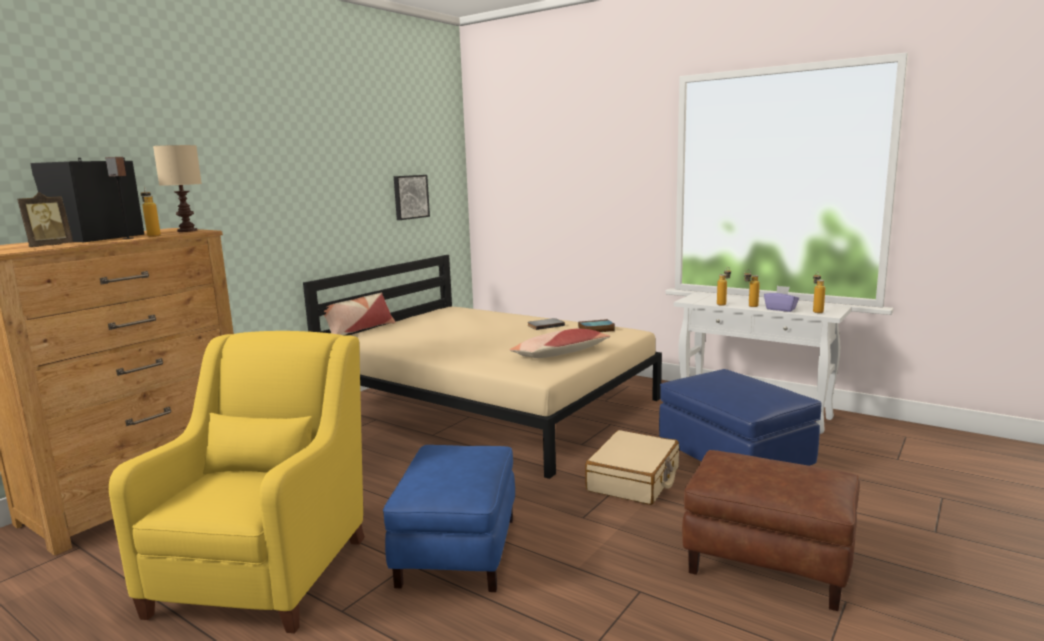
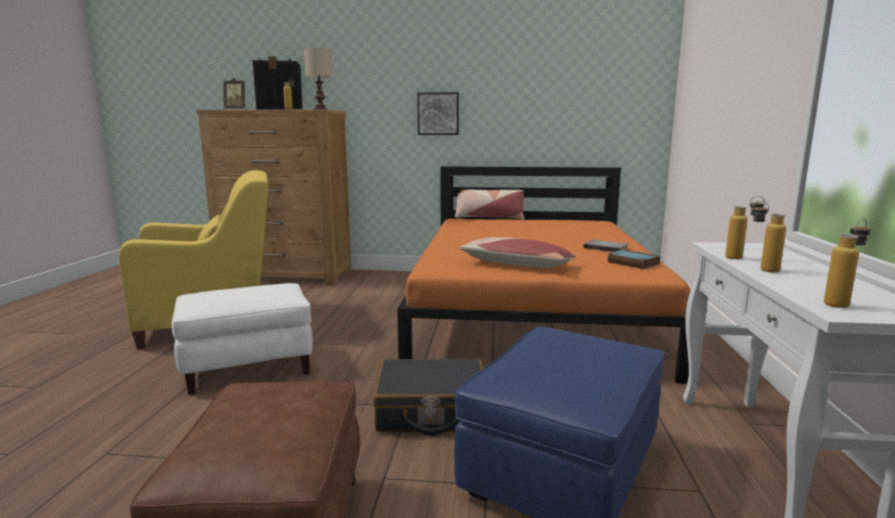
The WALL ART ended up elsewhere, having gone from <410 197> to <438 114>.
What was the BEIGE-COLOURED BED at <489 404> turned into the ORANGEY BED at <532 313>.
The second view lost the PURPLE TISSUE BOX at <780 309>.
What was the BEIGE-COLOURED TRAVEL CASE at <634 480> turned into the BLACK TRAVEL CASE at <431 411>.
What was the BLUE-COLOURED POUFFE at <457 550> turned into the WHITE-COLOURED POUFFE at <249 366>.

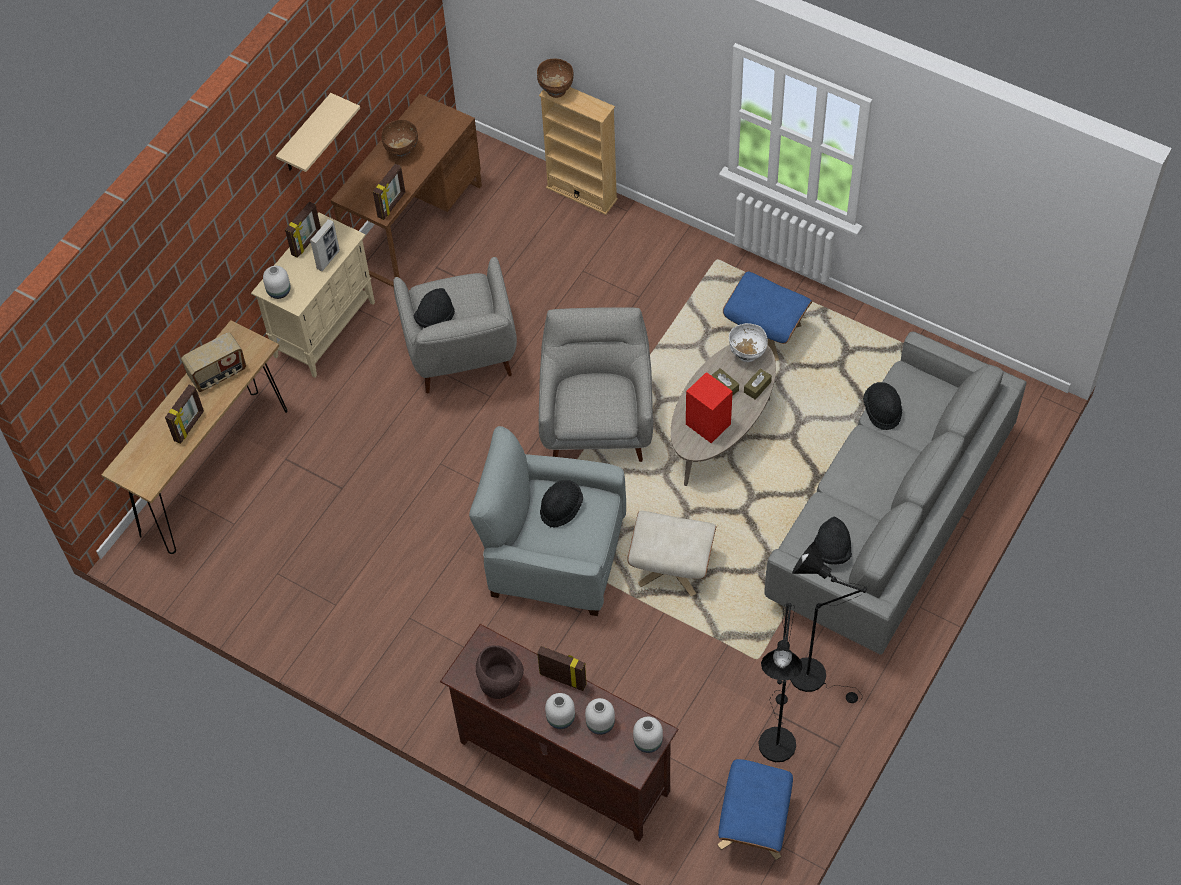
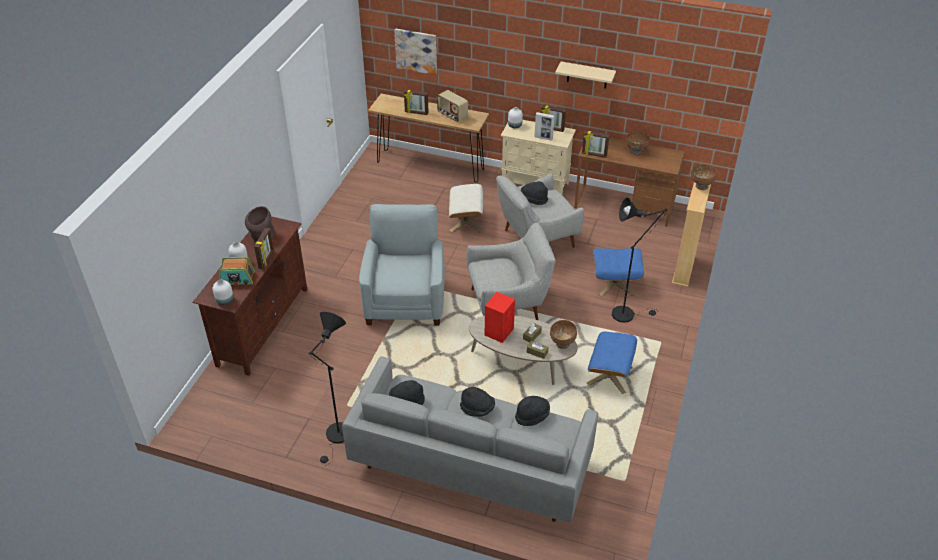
What was the WHITE-COLOURED DEEP DISH at <747 355> turned into the BROWNISH DEEP DISH at <562 343>.
The BLACK HAT ended up elsewhere, having gone from <561 508> to <477 409>.
The BEIGE-COLOURED POUFFE ended up elsewhere, having gone from <672 566> to <466 222>.
The BLACK STANDING LAMP ended up elsewhere, having gone from <776 737> to <627 313>.
Where the WHITE-COLOURED DECORATIVE VASE stood at <600 723>, the RADIO SET came to stand at <237 279>.
The BLUE-COLOURED POUFFE ended up elsewhere, having gone from <753 824> to <615 283>.
The second view gained the WALL ART at <416 51>.

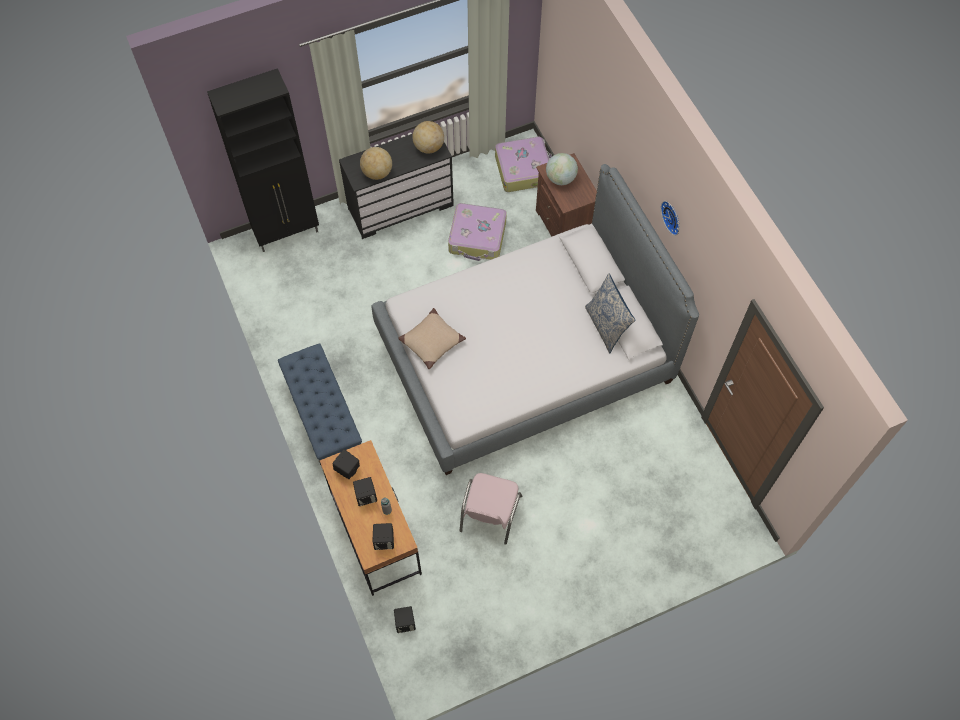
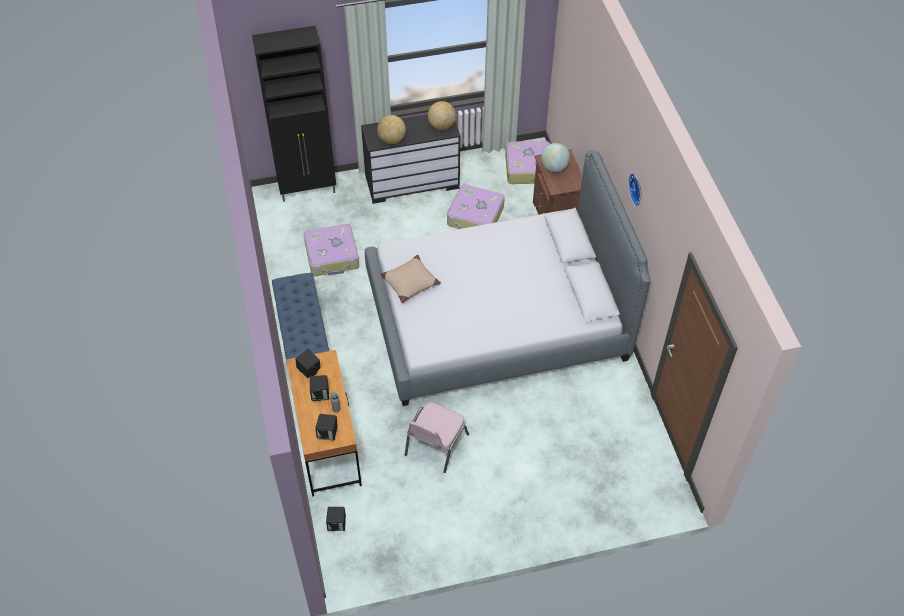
The second view lost the THROW PILLOW at <606 326>.
The second view gained the TRAVEL CASE at <332 256>.

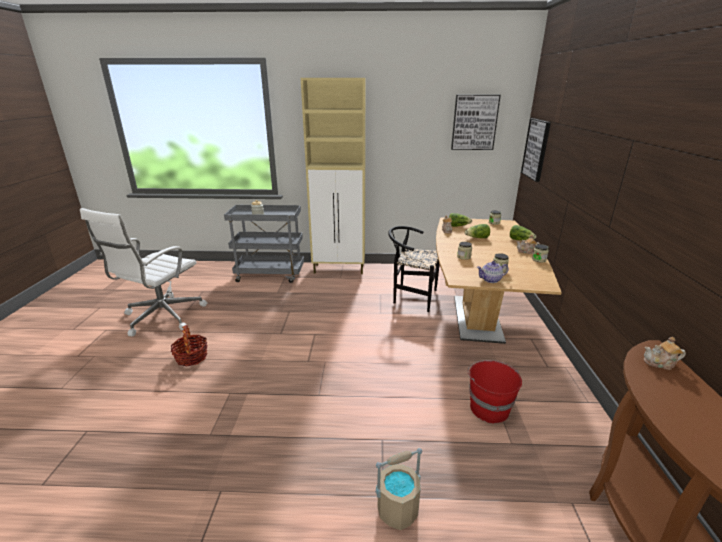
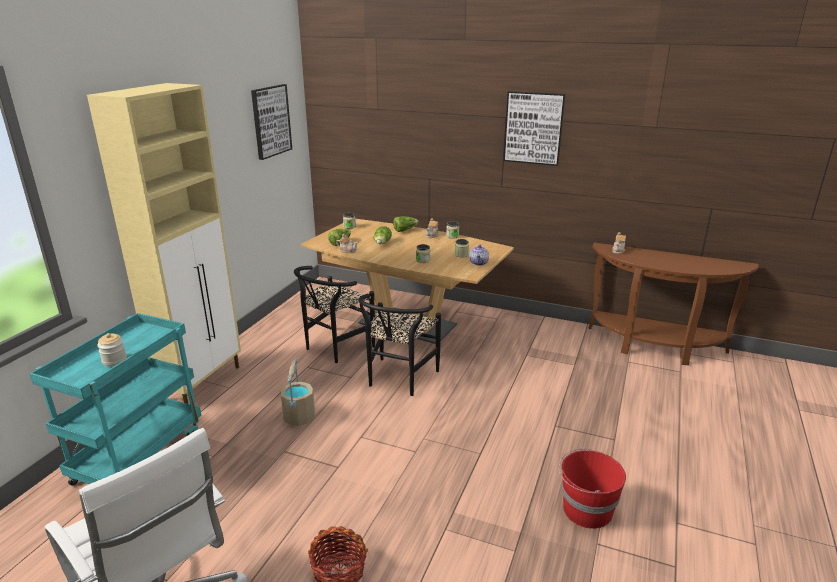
The WALL ART ended up elsewhere, having gone from <536 149> to <533 128>.
What was the GRAY TROLLEY at <271 275> turned into the TURQUOISE-COLOURED TROLLEY at <139 455>.
The RED WATER BUCKET ended up elsewhere, having gone from <488 408> to <585 510>.
The BEIGE-COLOURED WATER BUCKET ended up elsewhere, having gone from <398 509> to <299 417>.
The second view gained the BLACK UPRIGHT CHAIR at <398 380>.

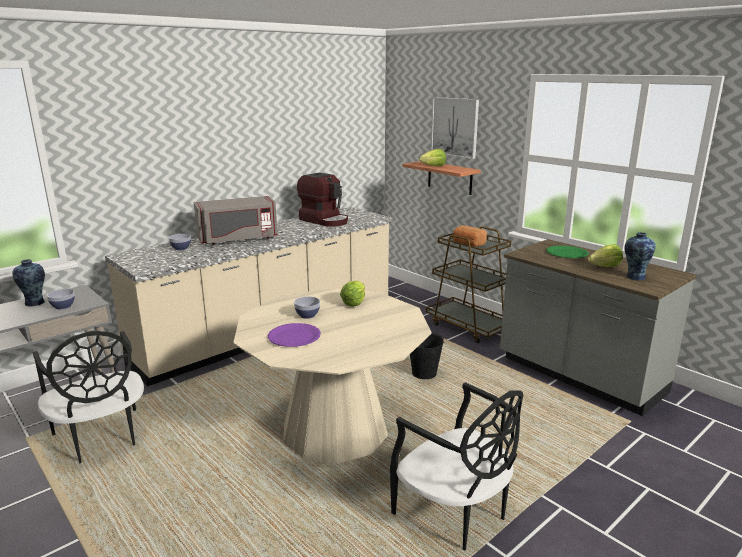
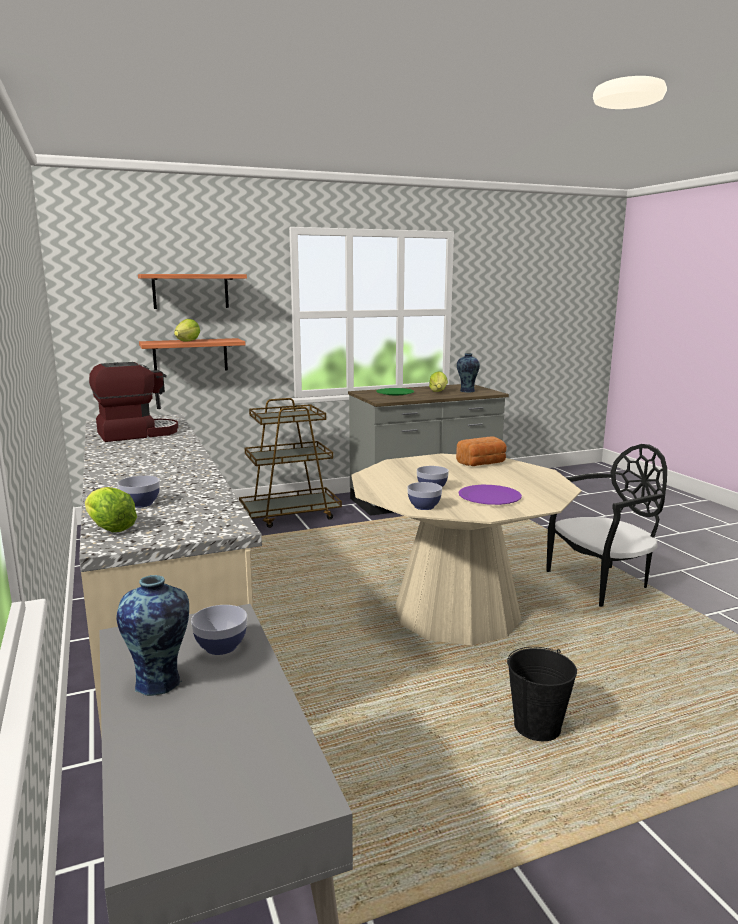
Where the WALL ART hung at <455 127>, the SHELF came to hang at <190 291>.
The second view lost the GRAY MICROWAVE OVEN at <238 239>.
The BAKED BREAD ended up elsewhere, having gone from <467 244> to <482 463>.
The LETTUCE ended up elsewhere, having gone from <354 303> to <109 528>.
The second view lost the BLACK UPRIGHT CHAIR at <101 438>.
The BLACK WATER BUCKET ended up elsewhere, having gone from <424 374> to <537 727>.
The second view gained the DEEP DISH at <424 506>.

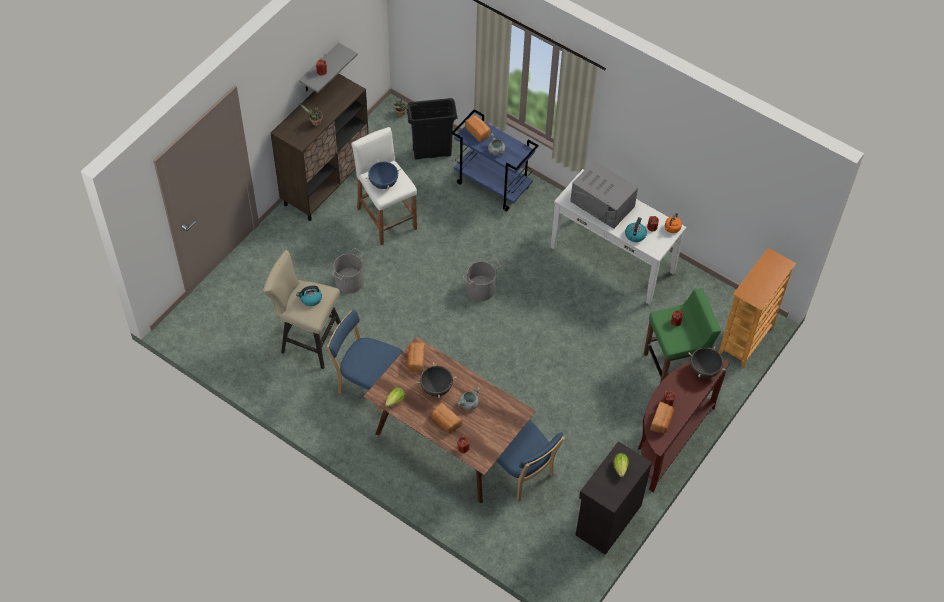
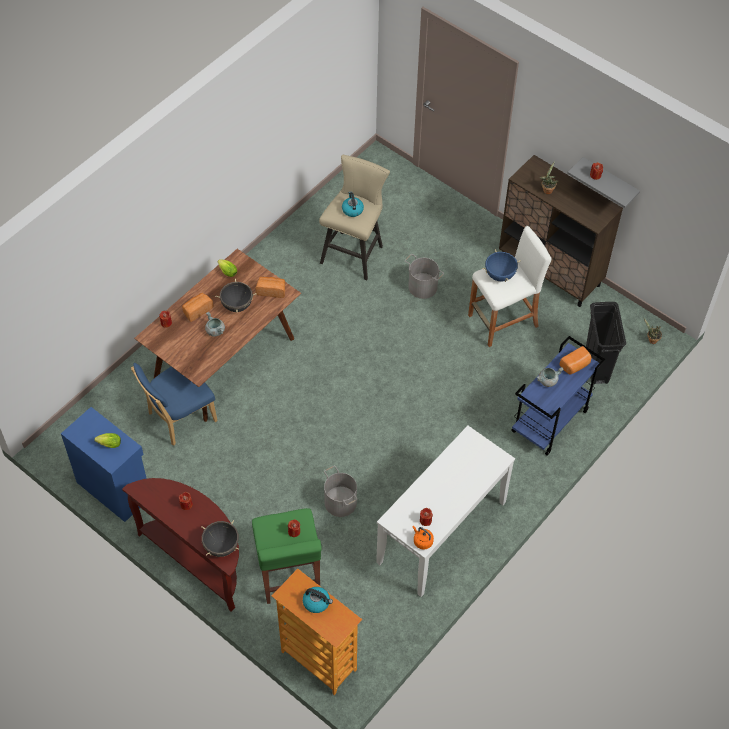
The second view lost the GRAY MICROWAVE OVEN at <602 204>.
The KETTLE ended up elsewhere, having gone from <635 234> to <317 602>.
The GRAY WATER BUCKET ended up elsewhere, having gone from <481 289> to <340 502>.
The second view lost the BLUE-COLOURED UPRIGHT CHAIR at <367 384>.
The second view lost the BAKED BREAD at <661 422>.
What was the BLACK STORAGE CABINET at <607 520> turned into the BLUE-COLOURED STORAGE CABINET at <114 488>.

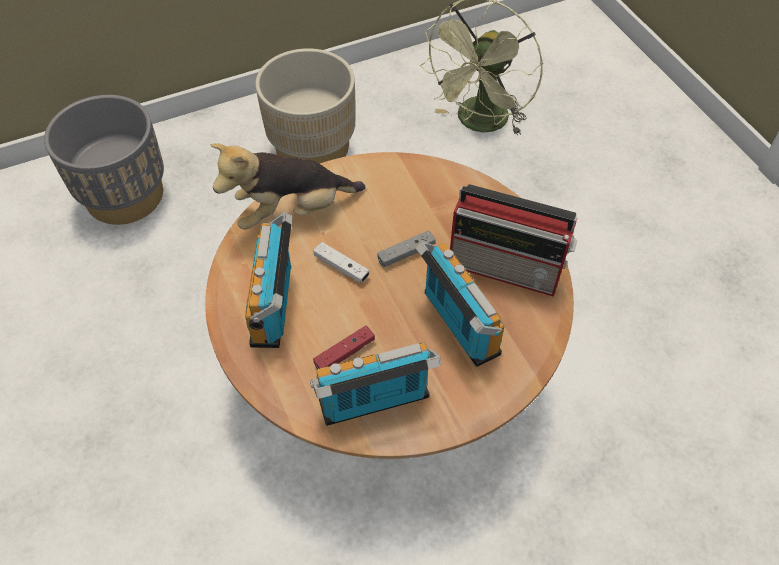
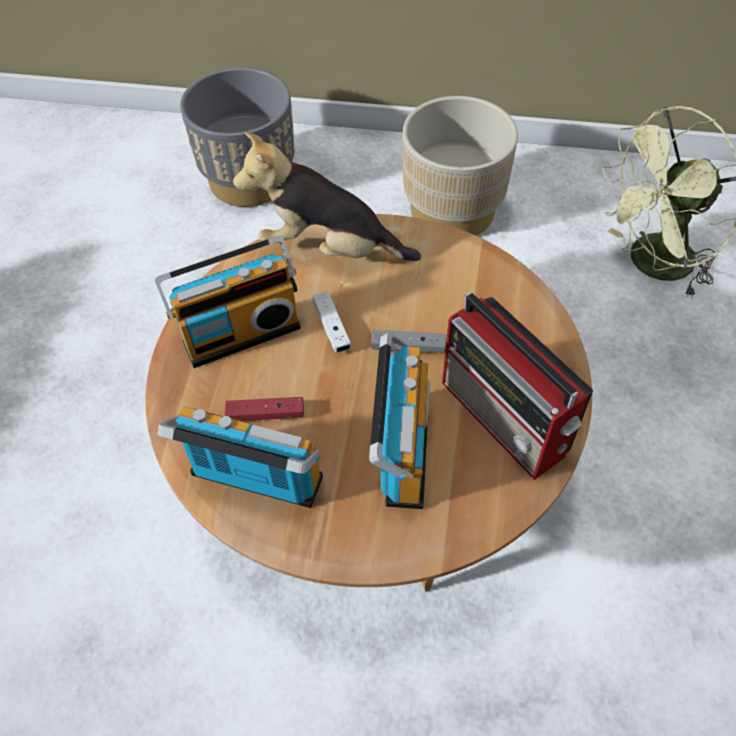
The RADIO SET at <275 305> ended up facing another way, 150 degrees counterclockwise from before.

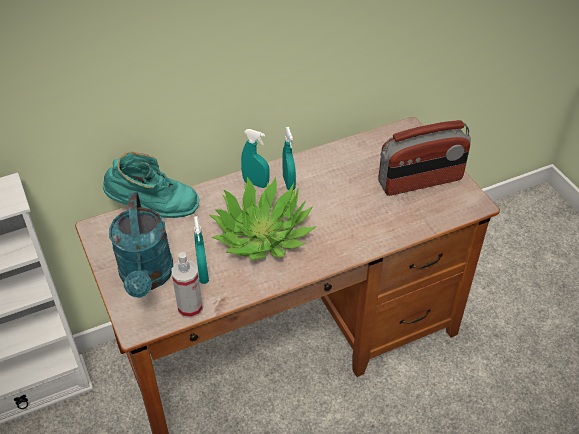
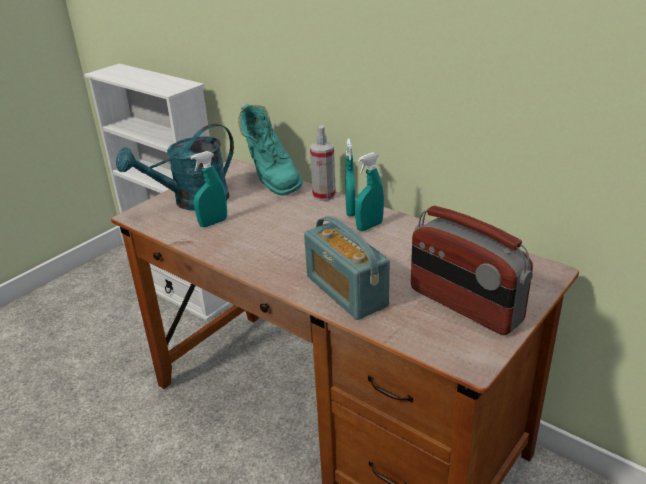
The second view lost the POTTED PLANT at <262 235>.
The SPRAY BOTTLE ended up elsewhere, having gone from <190 308> to <324 195>.
The second view gained the RADIO SET at <346 291>.

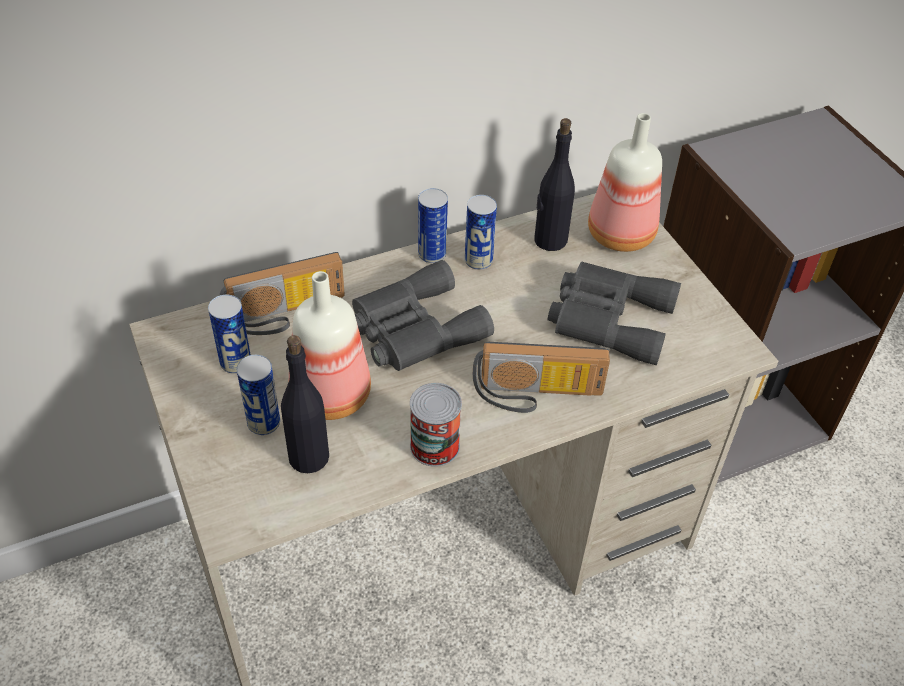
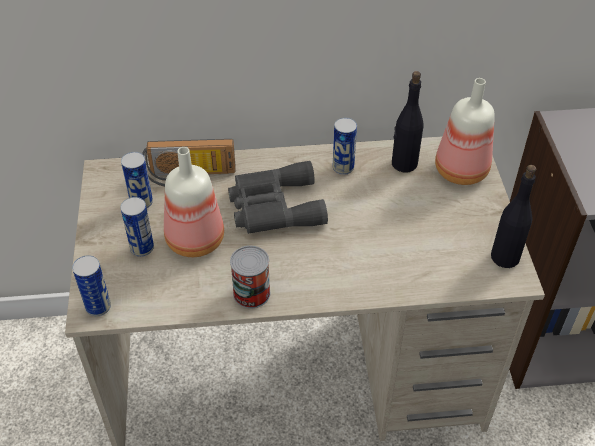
The METAL CAN ended up elsewhere, having gone from <432 254> to <98 307>.
The second view lost the GRAY FIELD GLASSES at <607 318>.
The BLACK BOTTLE ended up elsewhere, having gone from <309 456> to <505 257>.
The second view lost the RADIO SET at <537 396>.

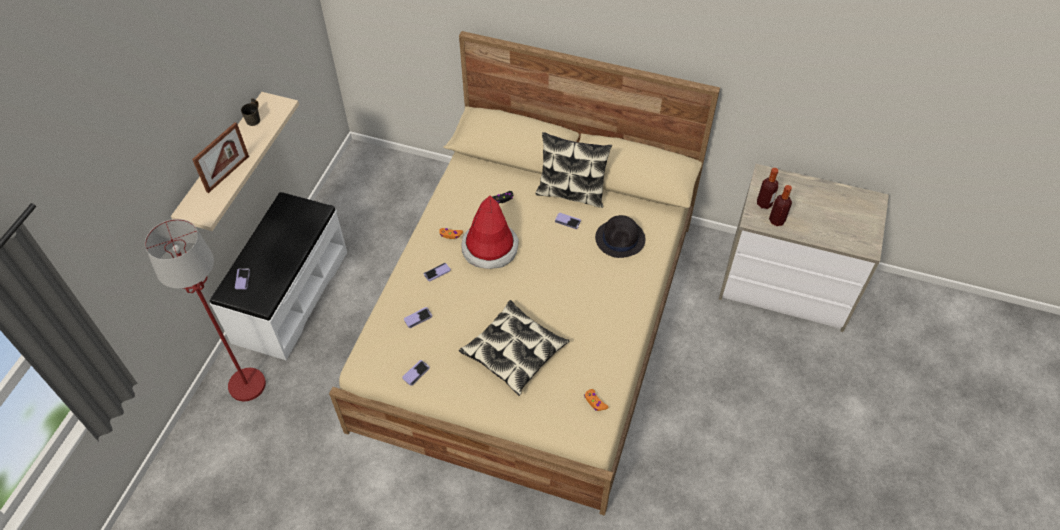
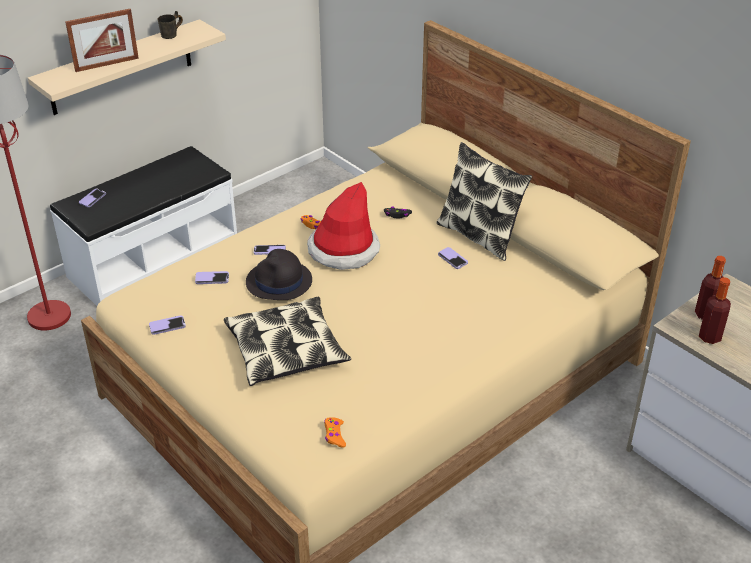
The BLACK HAT ended up elsewhere, having gone from <620 239> to <279 282>.

